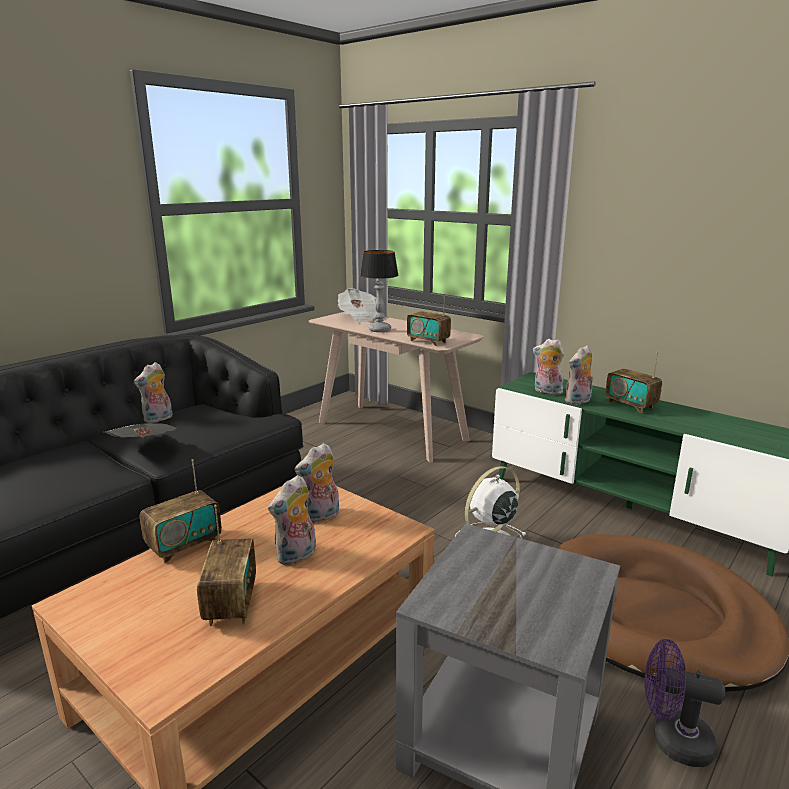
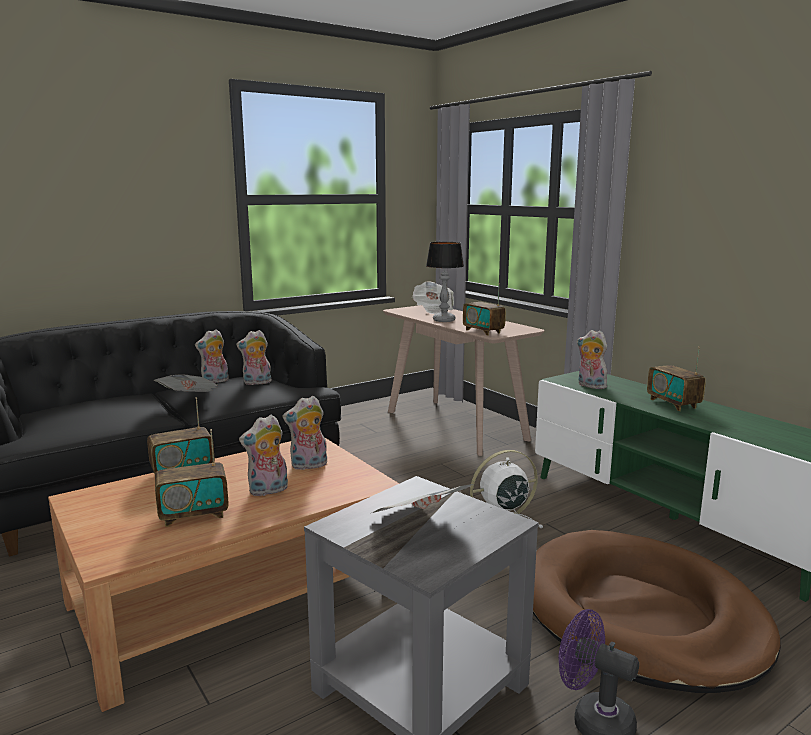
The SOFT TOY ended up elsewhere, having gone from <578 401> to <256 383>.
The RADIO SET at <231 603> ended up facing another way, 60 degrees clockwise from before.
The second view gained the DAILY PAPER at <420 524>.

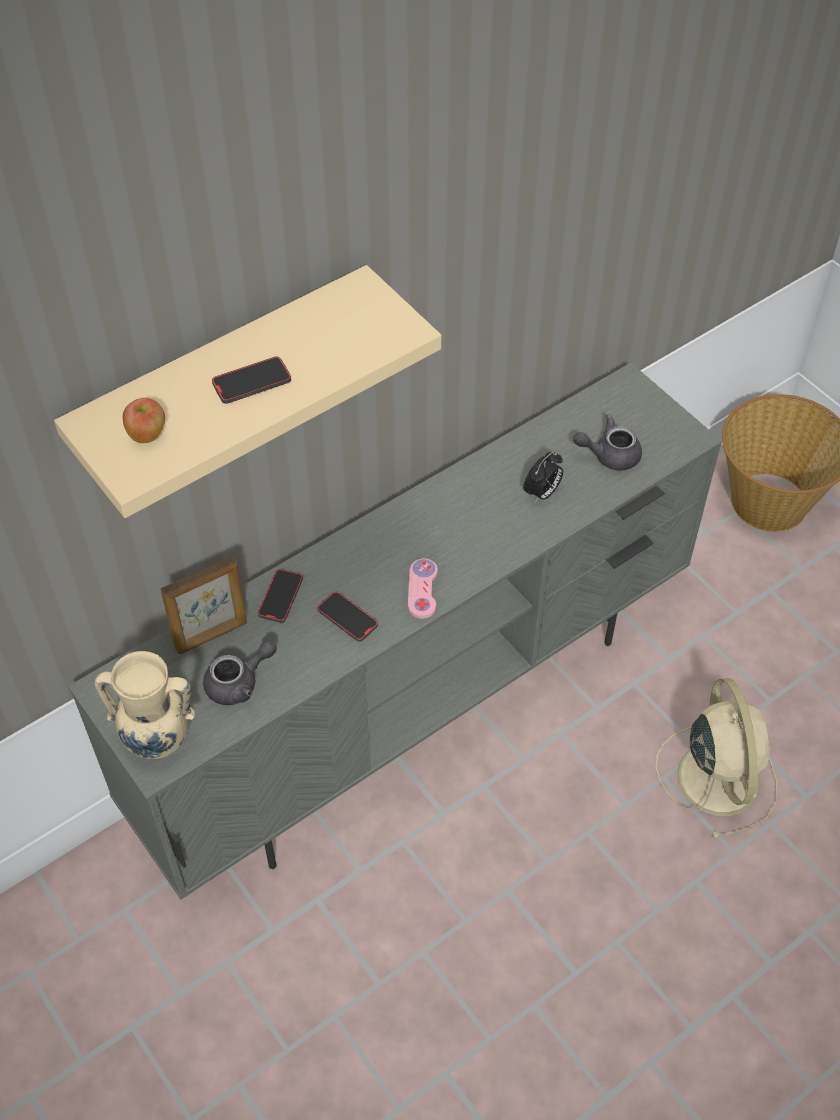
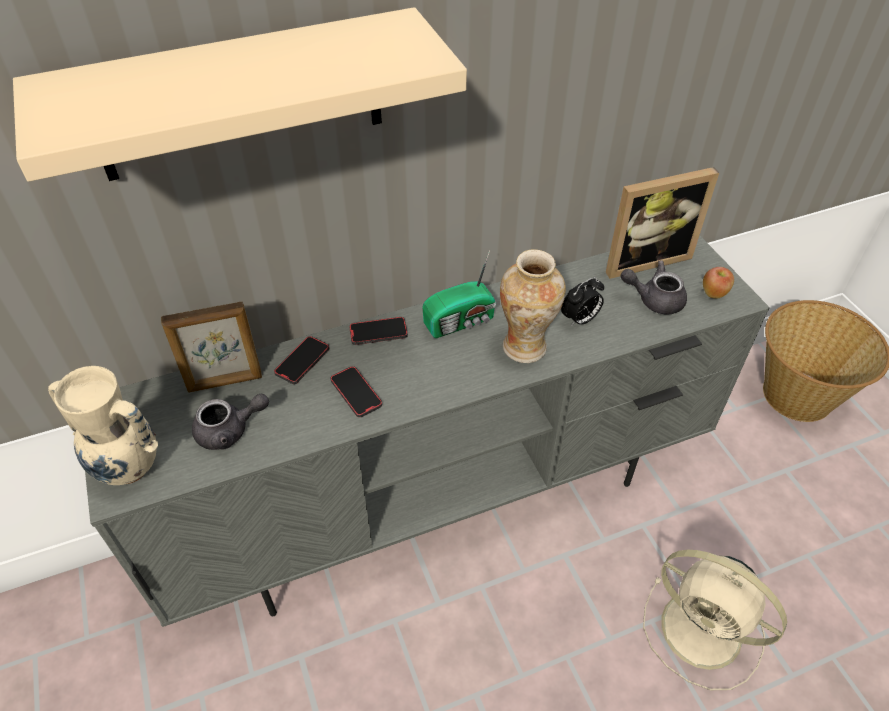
The PHONE ended up elsewhere, having gone from <252 382> to <378 332>.
The APPLE FRUIT ended up elsewhere, having gone from <148 435> to <714 293>.
The second view lost the PINKISH GAMEPAD at <422 589>.
The BEIGE-COLOURED FAN at <717 775> ended up facing another way, 120 degrees clockwise from before.
The second view gained the PHOTO FRAME at <643 258>.
The second view gained the RADIO SET at <461 321>.
The second view gained the DECORATIVE VASE at <525 348>.

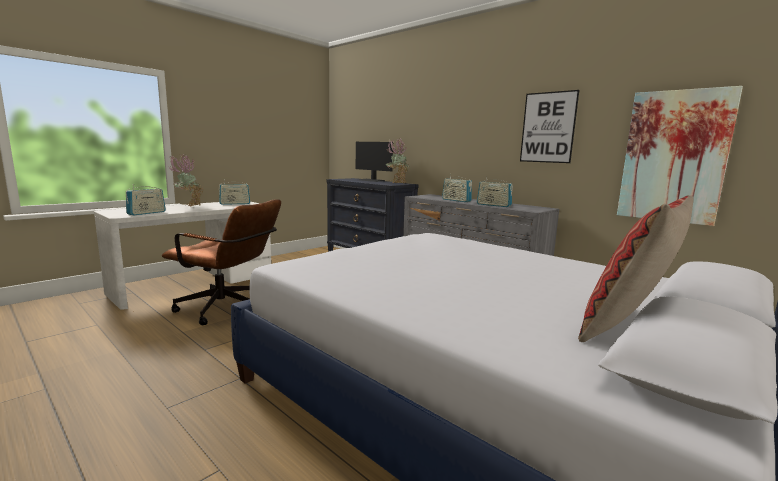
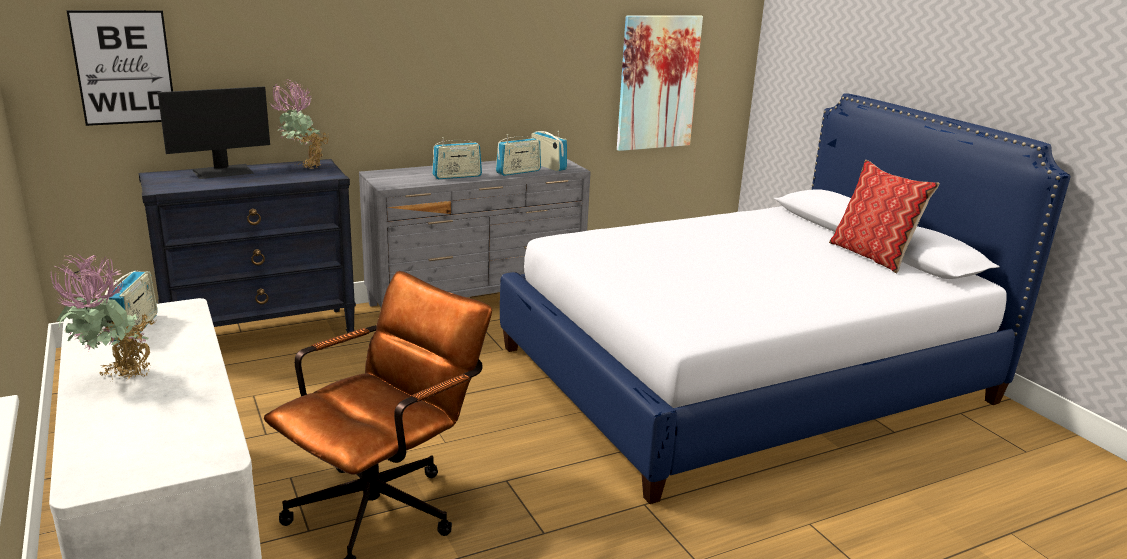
The WALL ART ended up elsewhere, having gone from <548 127> to <124 68>.
The RADIO SET ended up elsewhere, having gone from <146 213> to <547 166>.

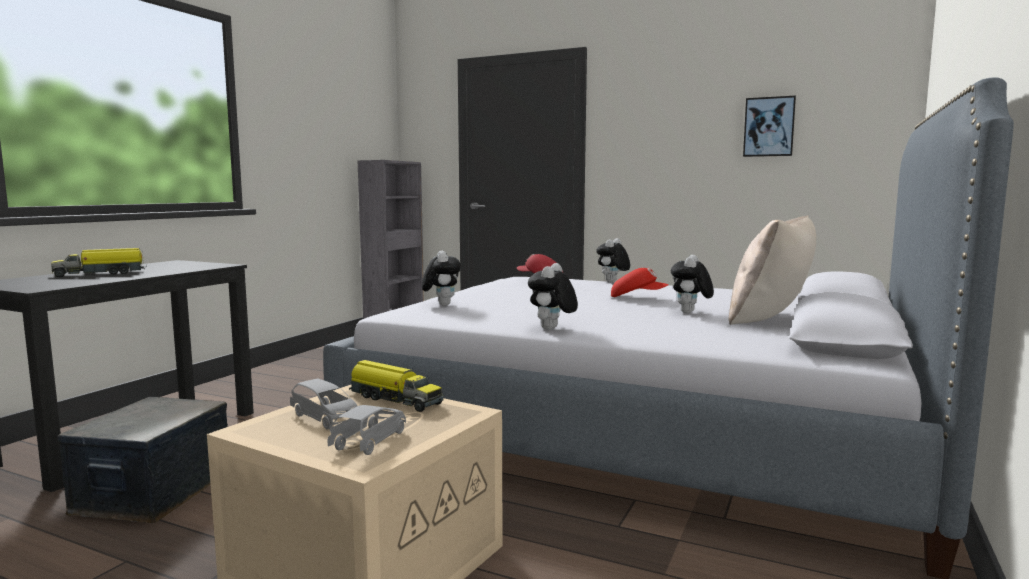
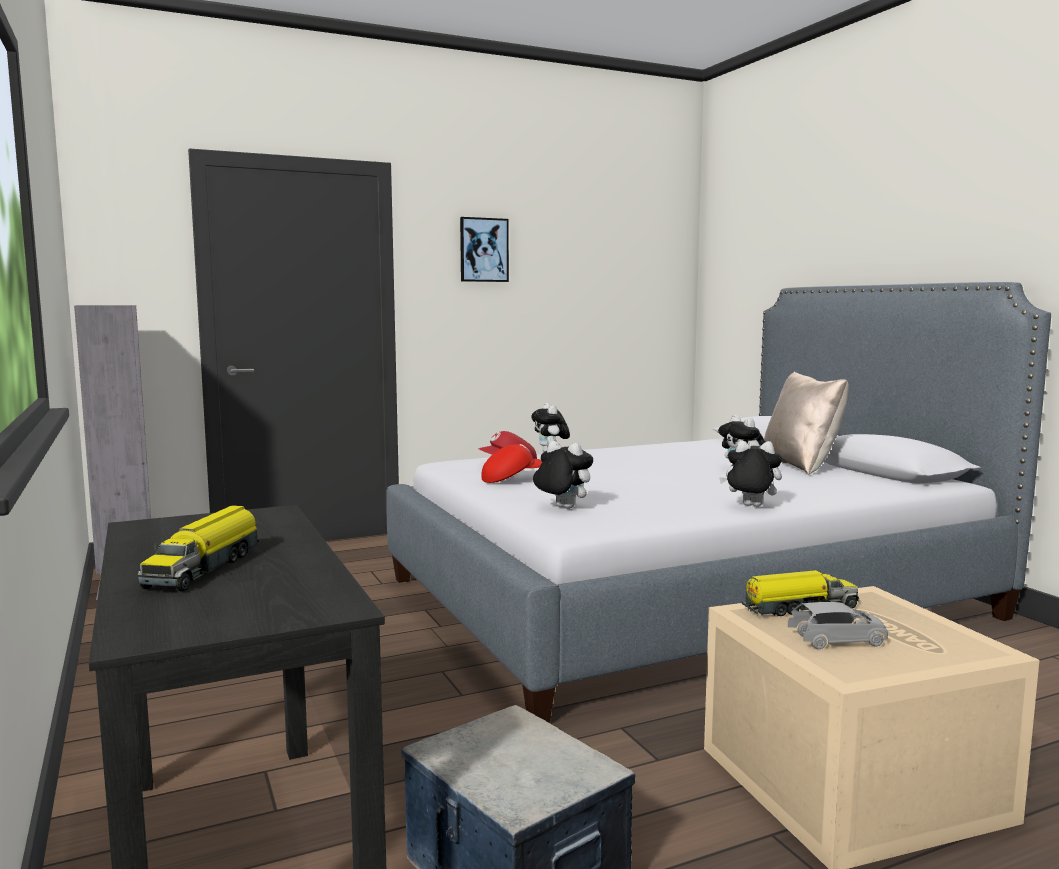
The WALL ART ended up elsewhere, having gone from <769 127> to <483 250>.
The SOFT TOY at <552 329> ended up facing another way, 135 degrees clockwise from before.
The RED BASEBALL CAP ended up elsewhere, having gone from <638 298> to <511 479>.
The second view lost the GRAY TOY CAR at <370 441>.

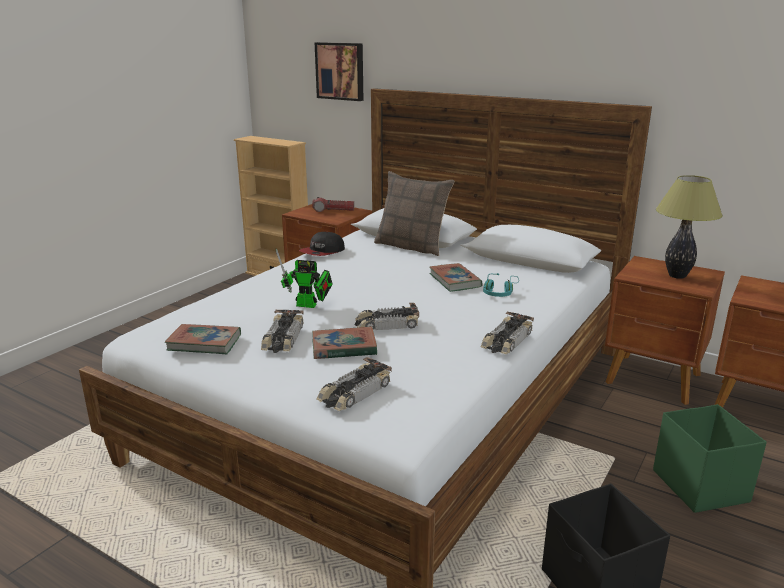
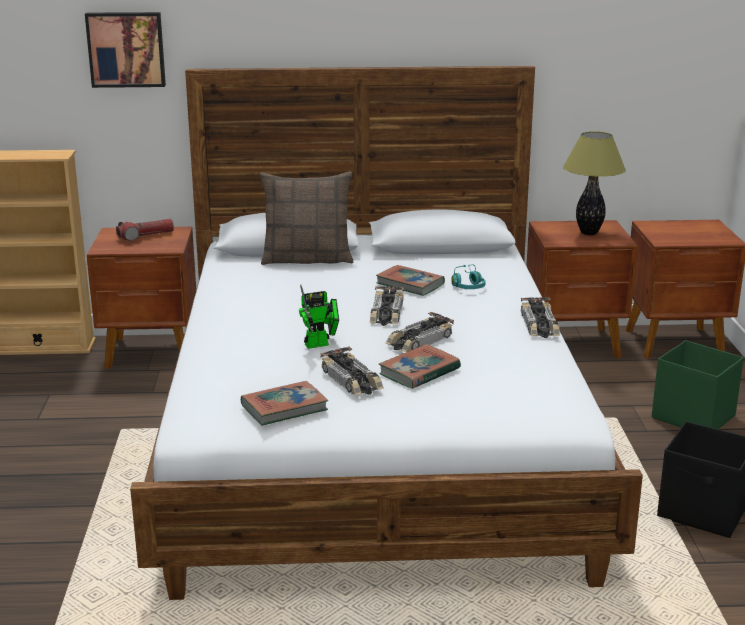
The second view lost the BASEBALL CAP at <322 252>.
The TOY CAR ended up elsewhere, having gone from <354 392> to <386 313>.

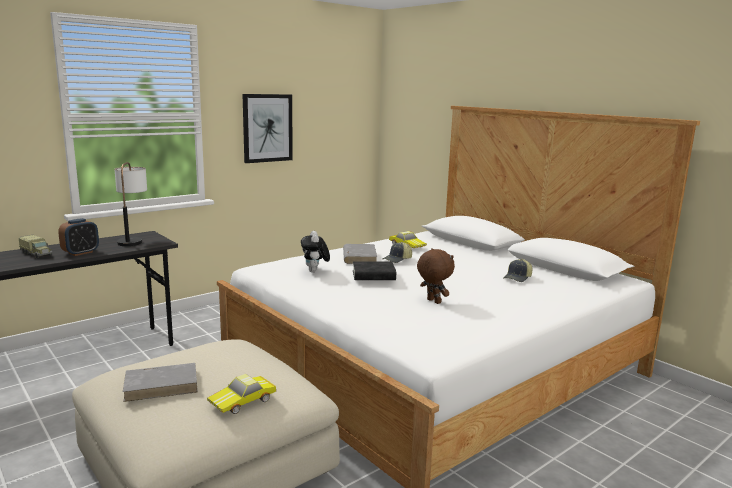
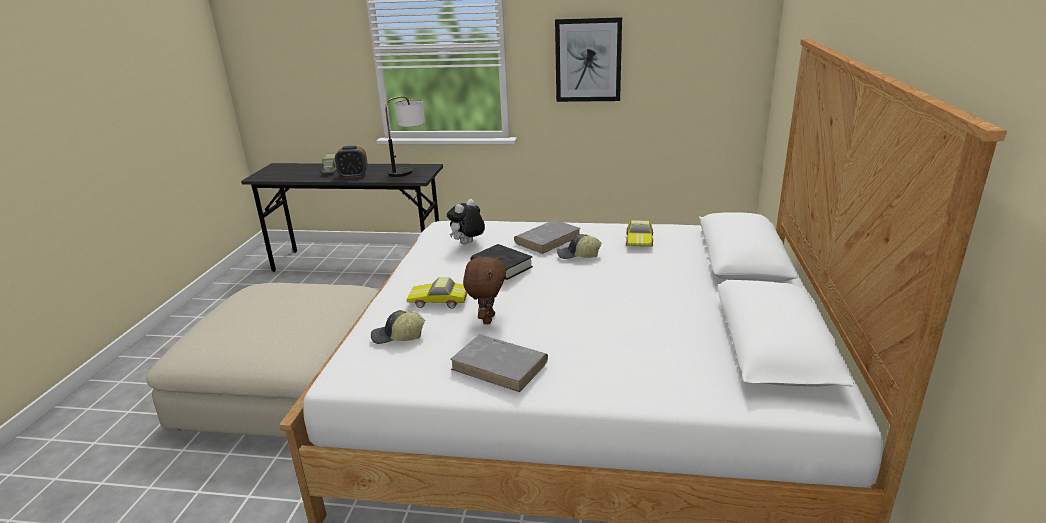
The BASEBALL CAP ended up elsewhere, having gone from <518 278> to <398 337>.
The GRAY BOOK ended up elsewhere, having gone from <162 385> to <500 366>.
The TOY CAR ended up elsewhere, having gone from <243 401> to <439 301>.

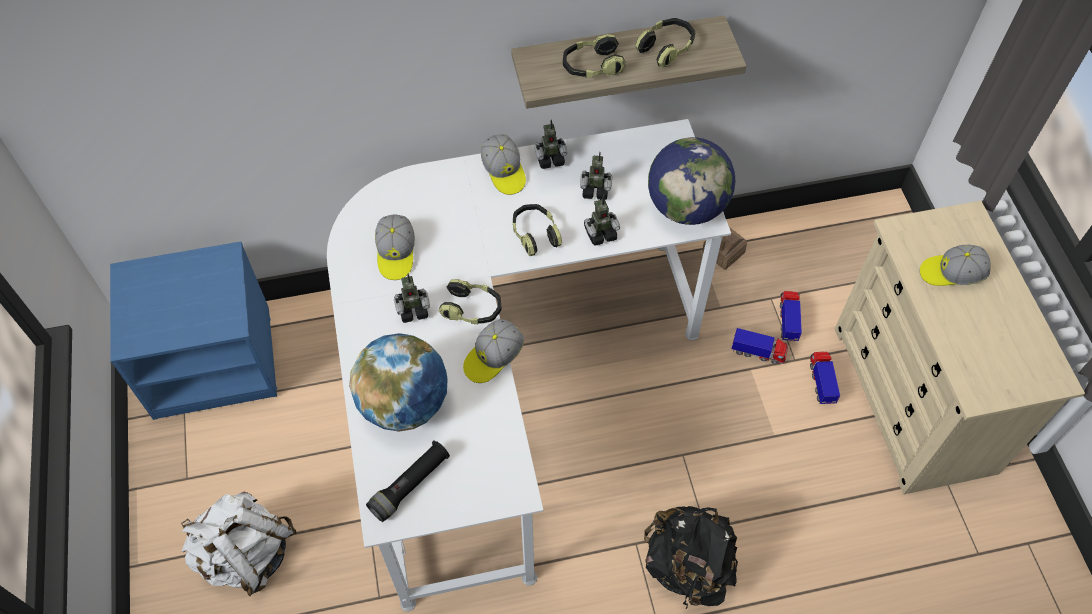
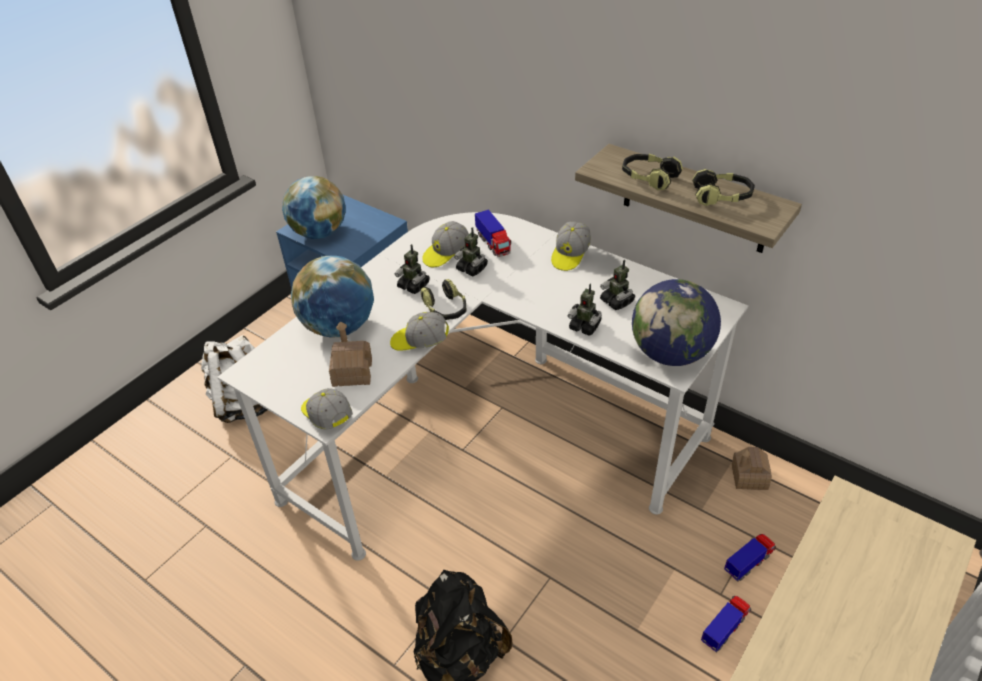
The TOY ROBOT ended up elsewhere, having gone from <550 158> to <472 268>.
The second view lost the HEADSET at <535 234>.
The BASEBALL CAP ended up elsewhere, having gone from <951 273> to <327 416>.
The MODEL TRUCK ended up elsewhere, having gone from <758 353> to <493 244>.
The second view lost the BLACK TORCH at <410 485>.
The second view gained the DESK GLOBE at <319 233>.
The second view gained the MODEL HOUSE at <352 372>.

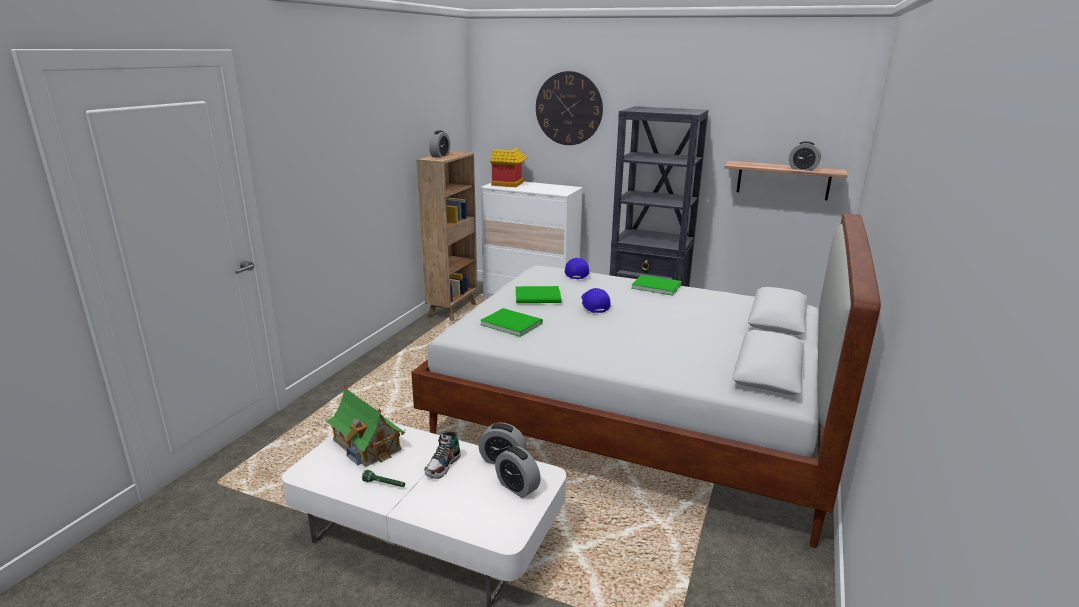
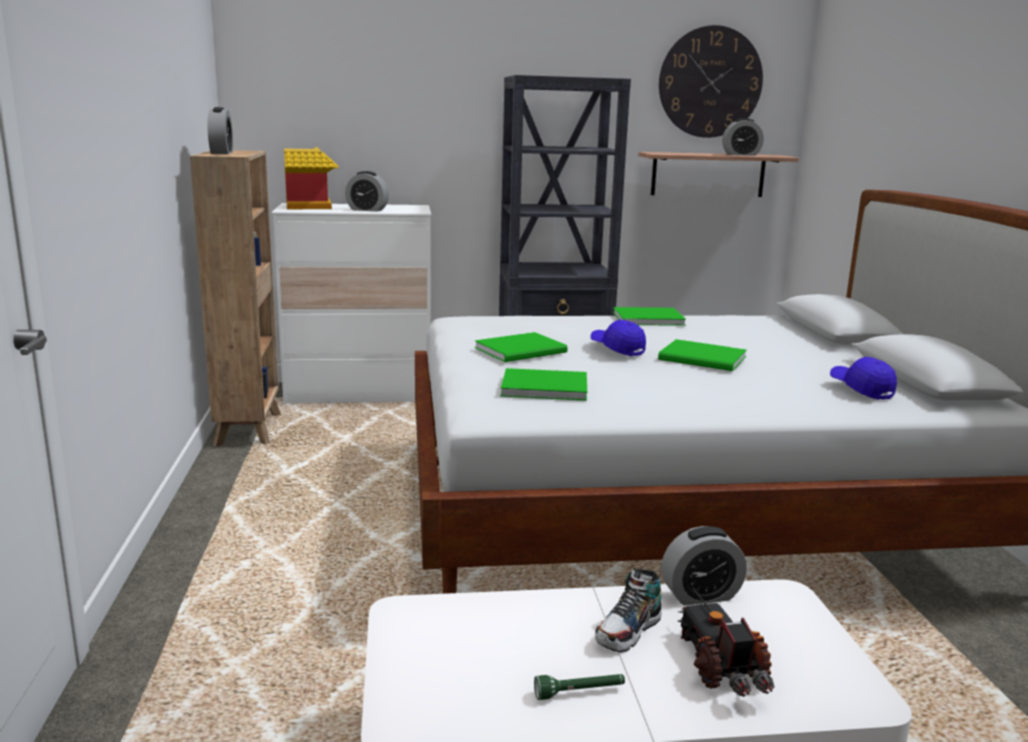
The WALL CLOCK ended up elsewhere, having gone from <569 108> to <710 82>.
The BLUE-COLOURED BASEBALL CAP ended up elsewhere, having gone from <576 273> to <861 389>.
The second view lost the MODEL HOUSE at <367 445>.
The SHOE at <443 466> ended up facing another way, 45 degrees clockwise from before.
The BEDSIDE CLOCK ended up elsewhere, having gone from <517 487> to <367 210>.
The second view gained the GREEN-COLOURED BOOK at <704 359>.
The second view gained the MODEL TRUCK at <721 666>.

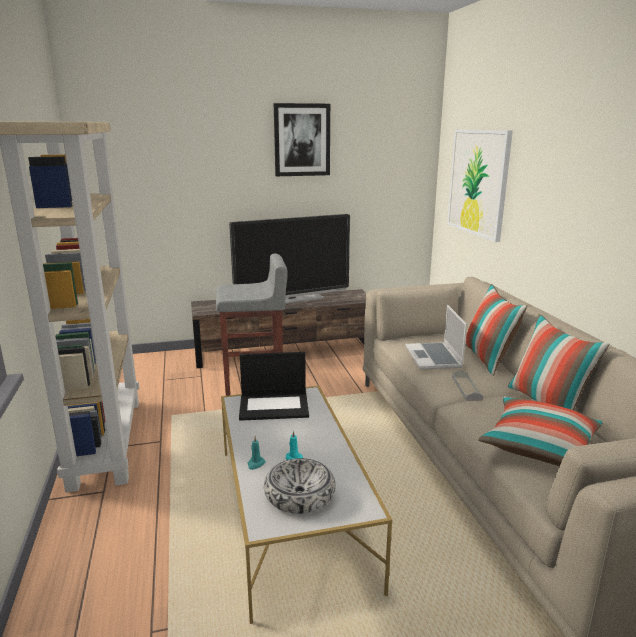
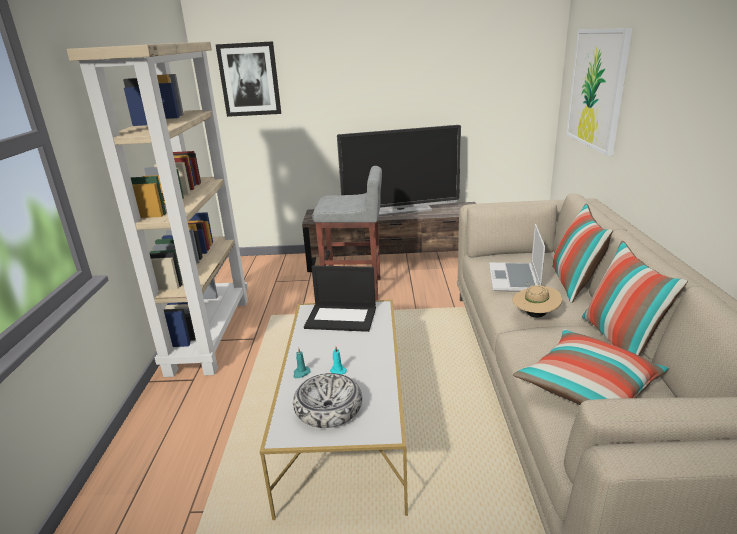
The WALL ART ended up elsewhere, having gone from <302 140> to <249 79>.
Where the GRAY CARRYING TRAY stood at <466 388>, the BEIGE-COLOURED HAT came to stand at <535 315>.

